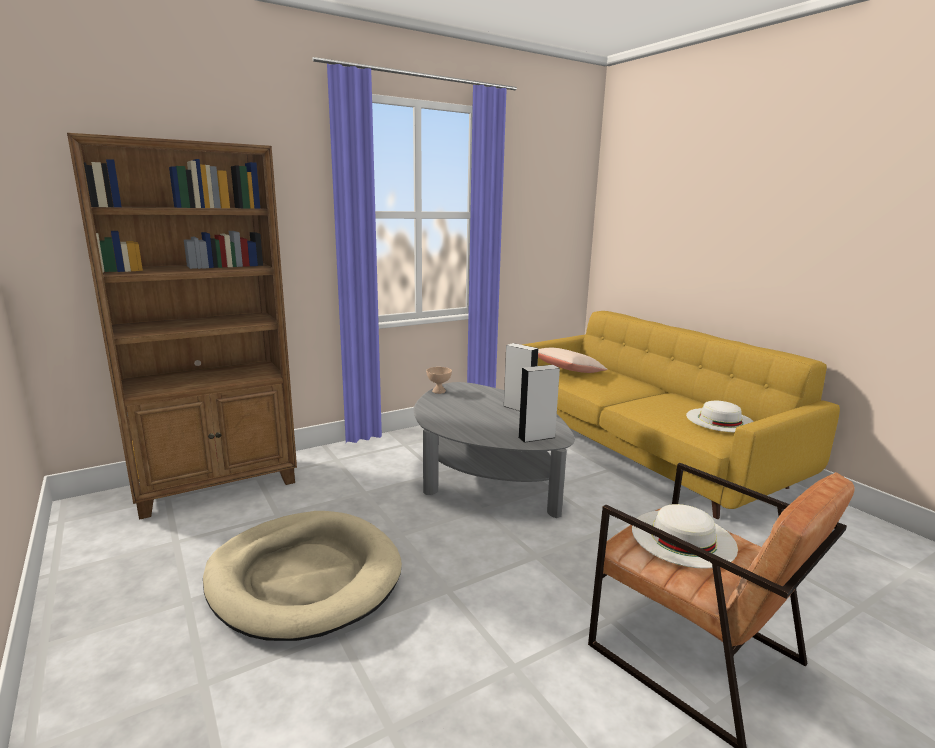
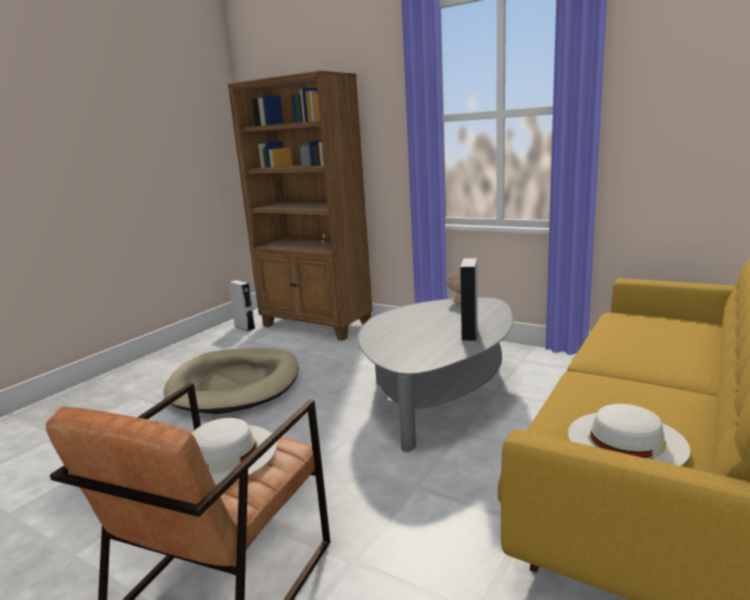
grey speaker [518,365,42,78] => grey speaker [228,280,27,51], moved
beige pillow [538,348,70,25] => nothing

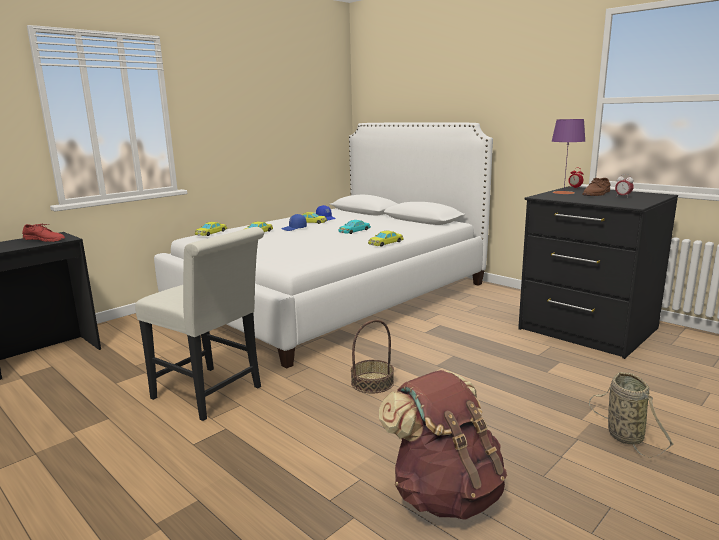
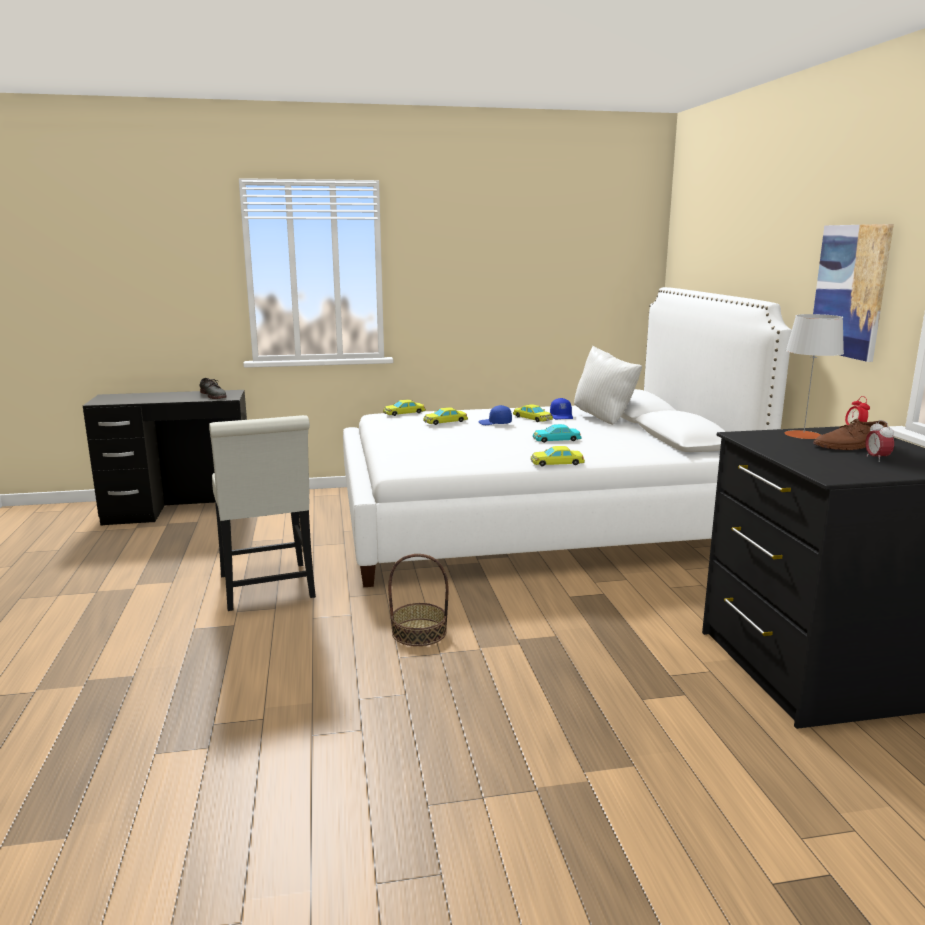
red shoe [22,224,43,18] => grey shoe [200,378,27,21]
brown backpack [379,370,128,150] => nothing
purple table lamp [552,119,33,75] => grey table lamp [785,314,59,125]
basket [589,372,85,86] => nothing
nothing => white pillow [574,346,68,79]
nothing => picture [813,224,81,138]

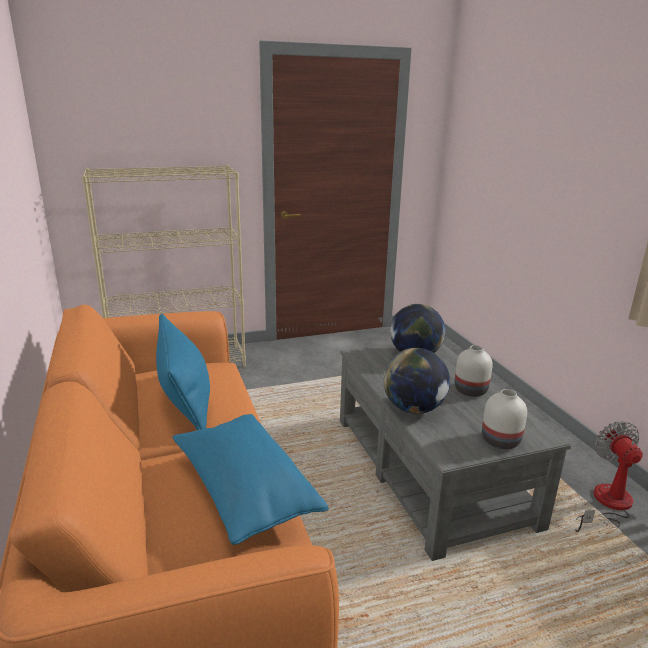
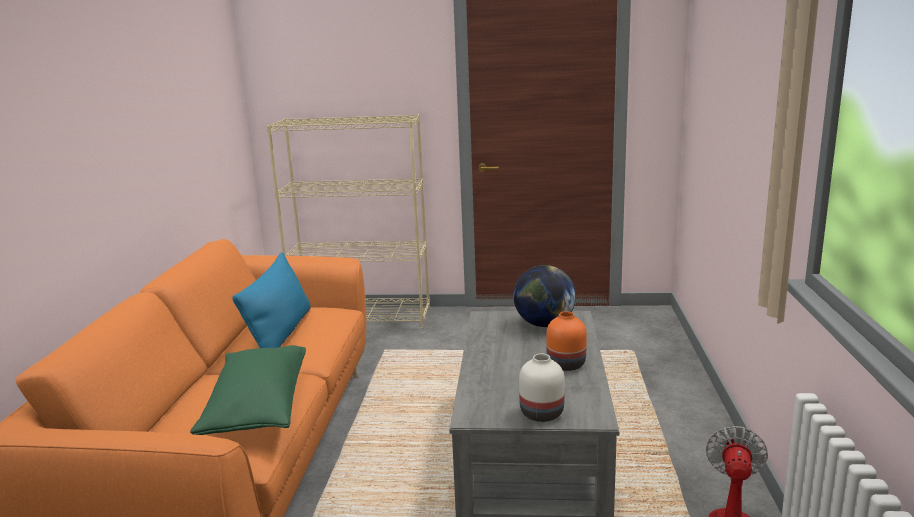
blue pillow [172,414,157,131] => green pillow [190,345,116,90]
globe [383,348,67,66] => nothing
white vase [455,345,38,52] => orange vase [546,311,41,60]

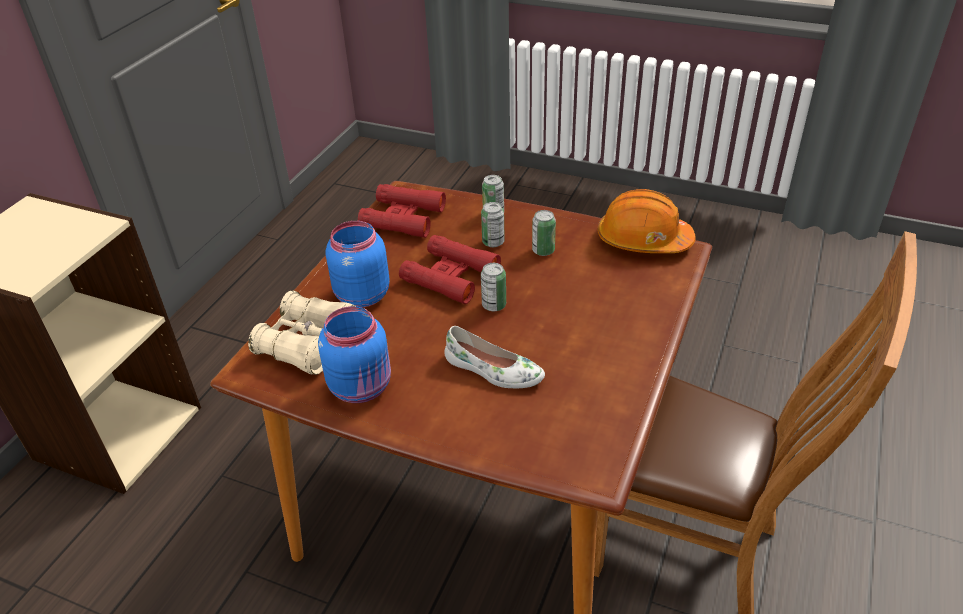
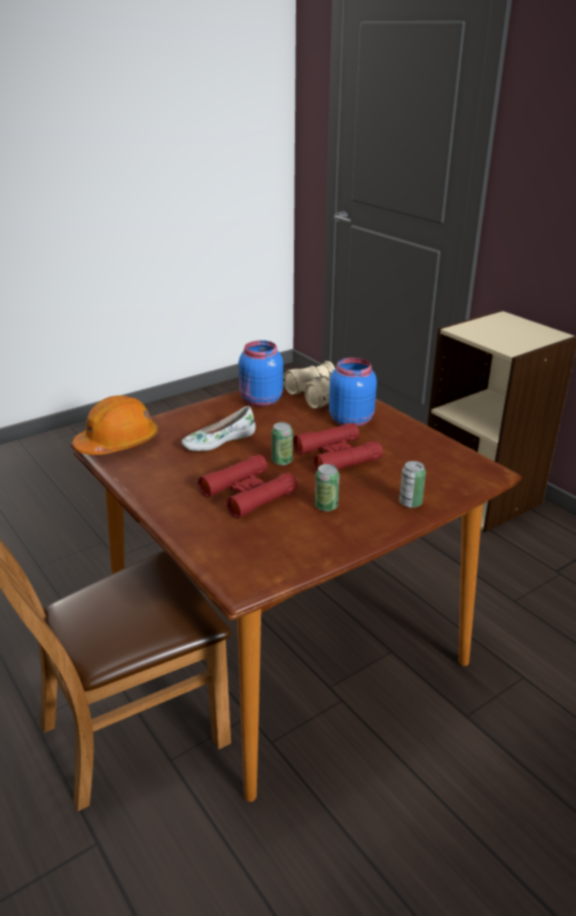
red binoculars [358,184,88,54] => red binoculars [198,454,100,65], moved
can [481,202,24,45] => nothing
orange hard hat [598,189,98,64] => orange hard hat [73,395,85,60], moved

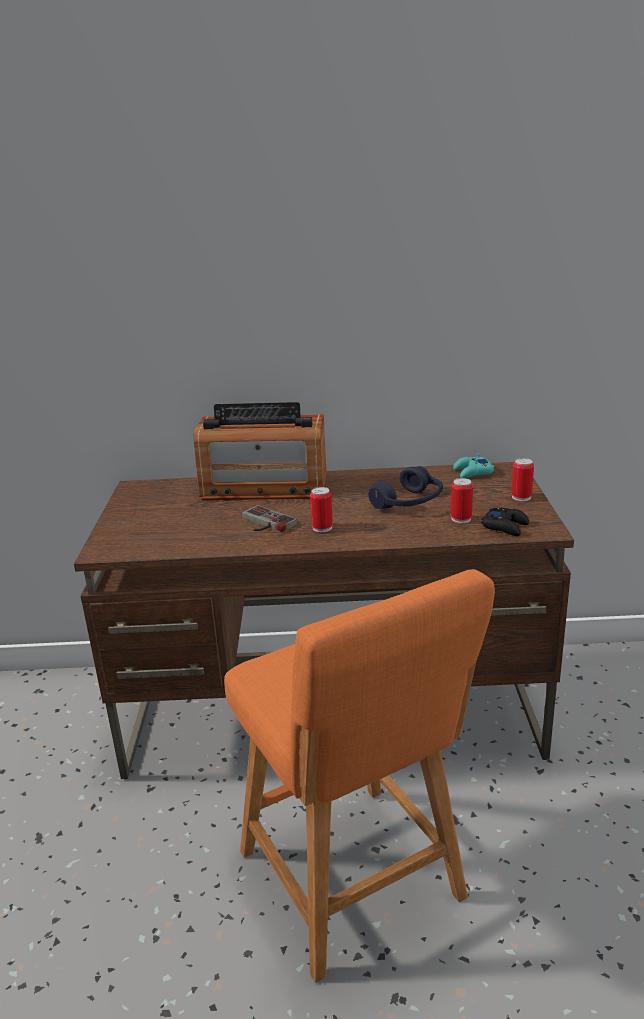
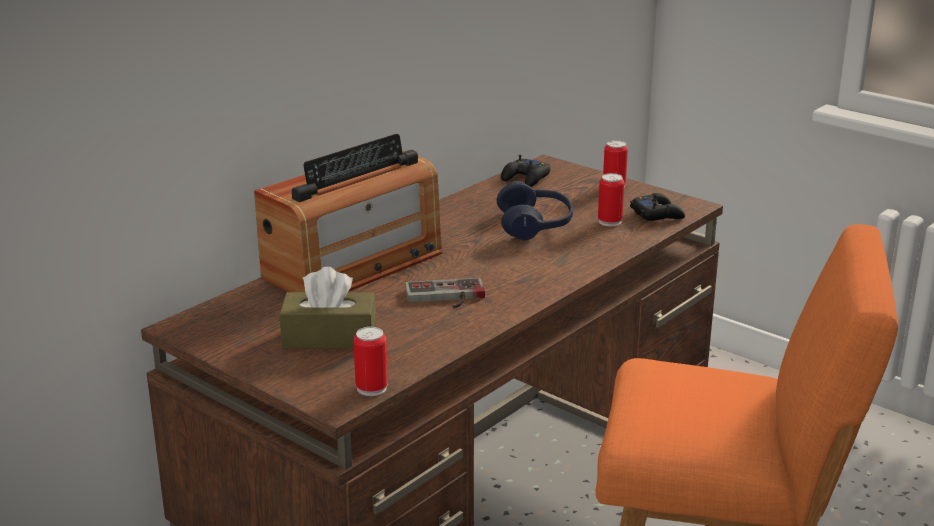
can [310,487,23,45] => can [354,327,34,69], moved
turquoise game controller [453,453,41,25] => black game controller [501,155,49,32]
nothing => brown tissue box [279,267,97,82]

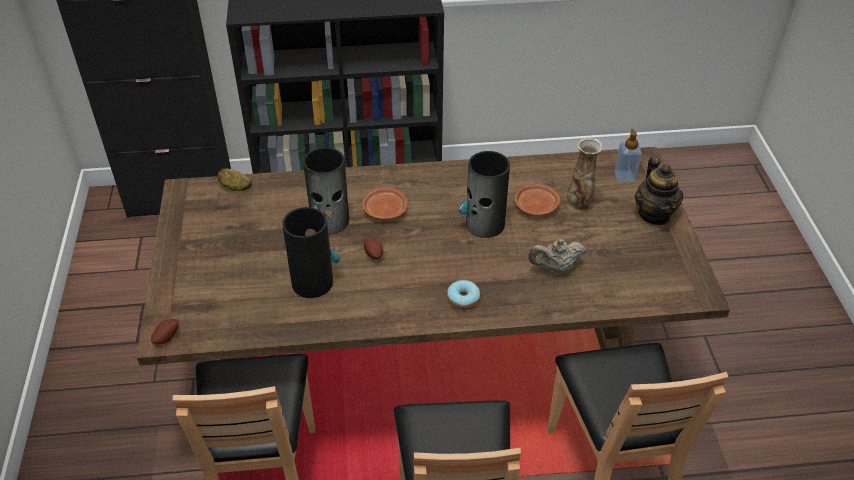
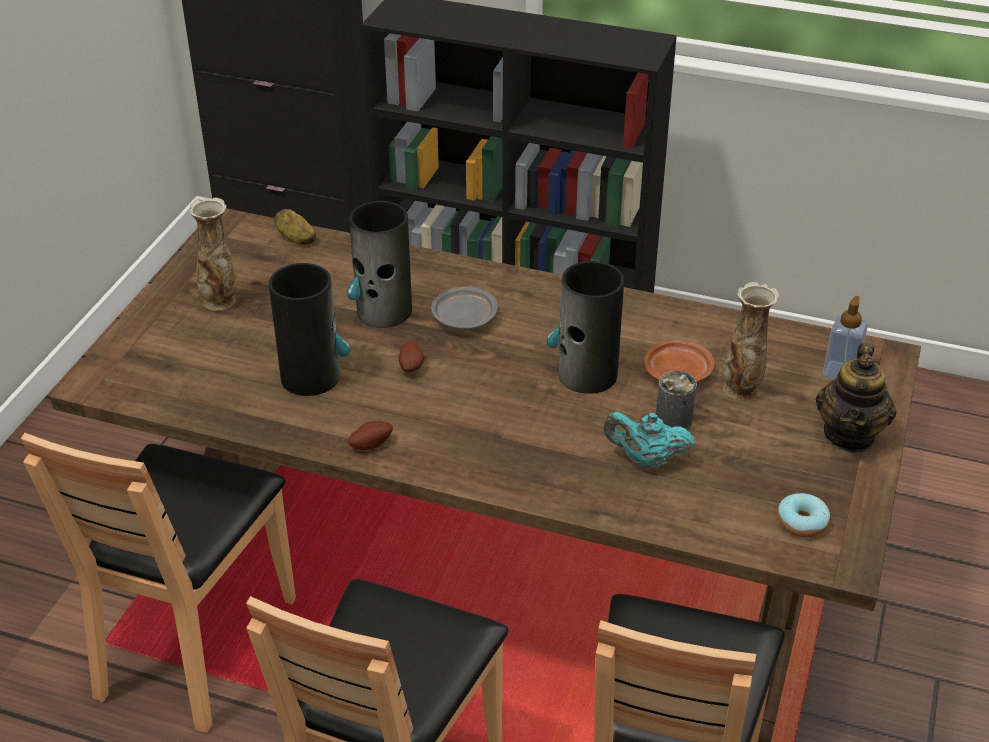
potato [151,319,28,25] => potato [348,421,45,29], moved
brown plate [362,187,46,32] => grey plate [431,286,67,43]
donut [447,280,33,29] => donut [777,493,53,44], moved
beige teapot [528,239,58,35] => turquoise teapot [604,412,91,57]
nothing => vase [189,197,47,114]
nothing => can [656,371,41,59]

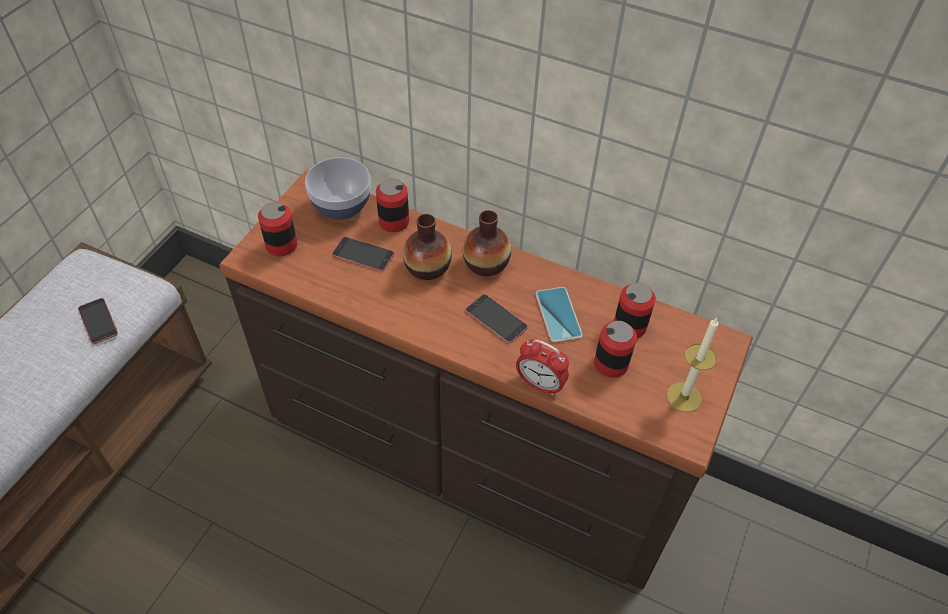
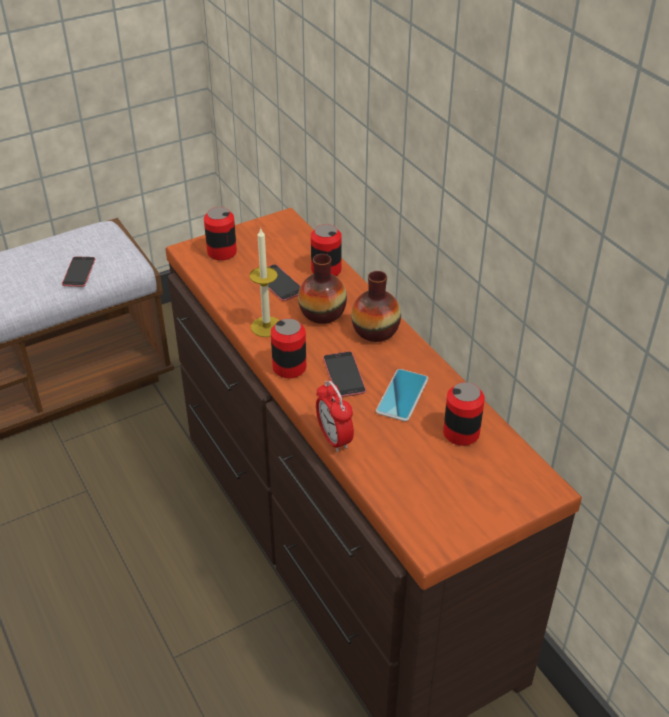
bowl [305,158,66,62] => nothing
can [594,321,43,57] => can [271,318,35,60], moved
candle [666,317,52,95] => candle [249,229,31,108], moved

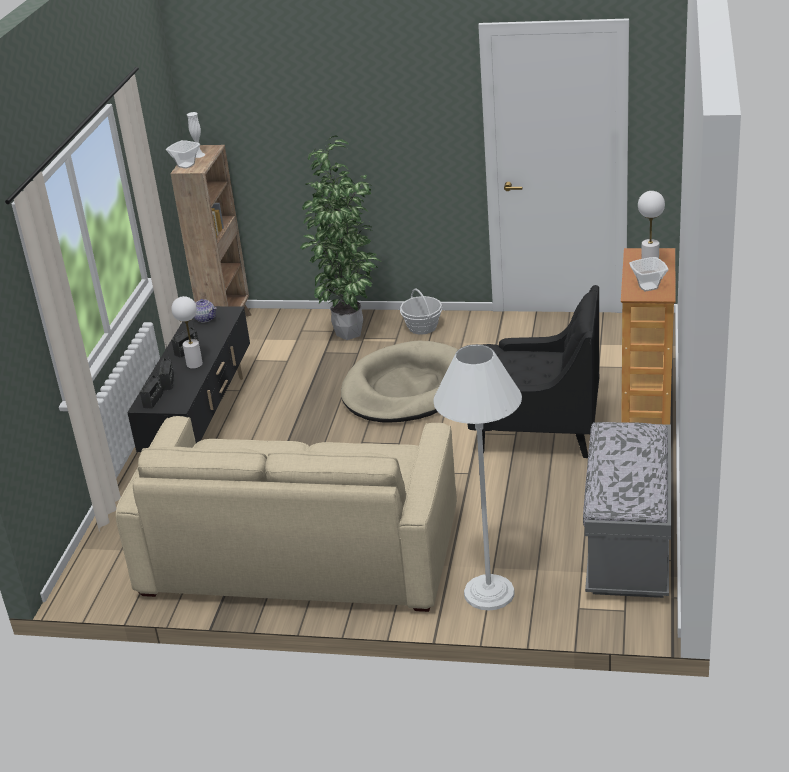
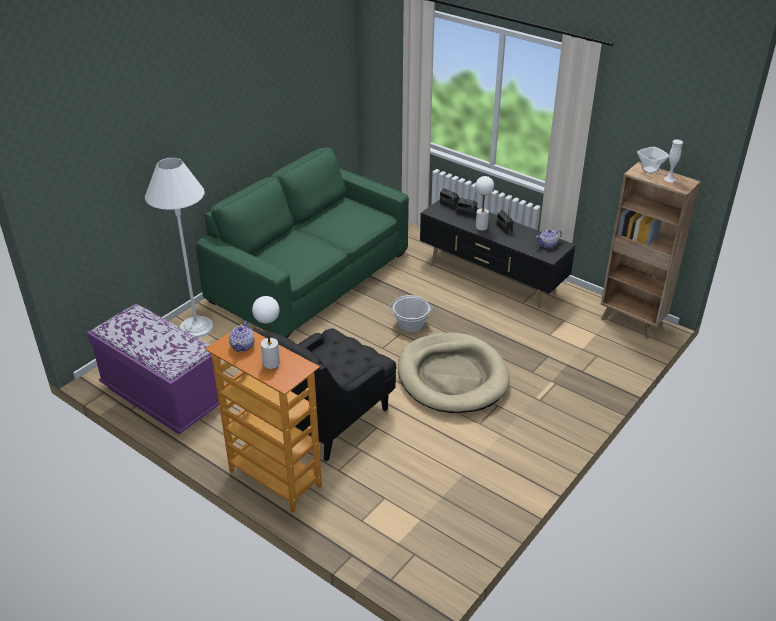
beige sofa [116,416,341,196] => green sofa [196,147,213,191]
potted plant [300,135,81,205] => nothing
basket [400,288,42,47] => basket [390,295,43,38], moved
grey bench [583,422,88,176] => purple bench [87,304,132,130]
bowl [629,257,40,34] => teapot [229,321,26,31]

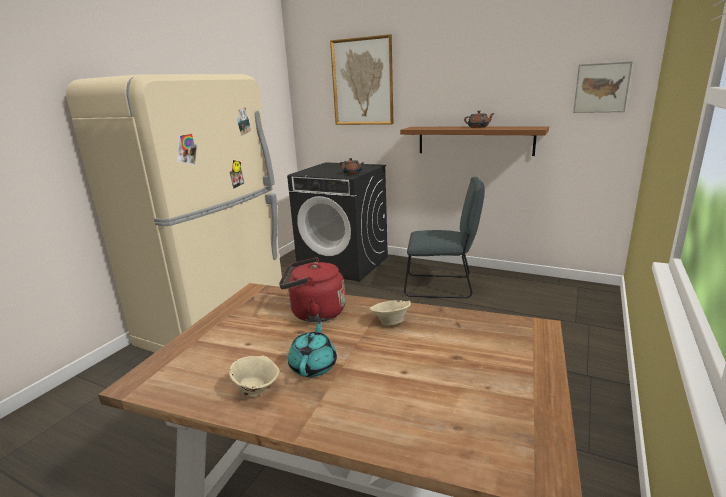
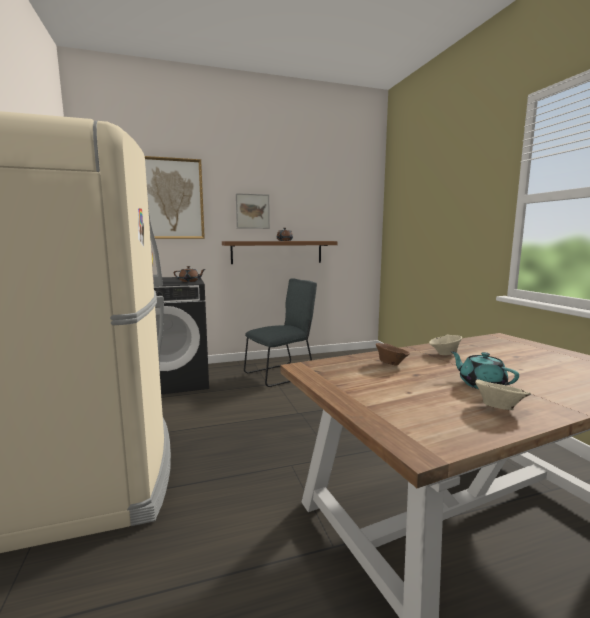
red kettle [279,257,66,65] => brown bowl [376,343,34,23]
picture [573,61,60,52] => picture [236,193,34,36], moved

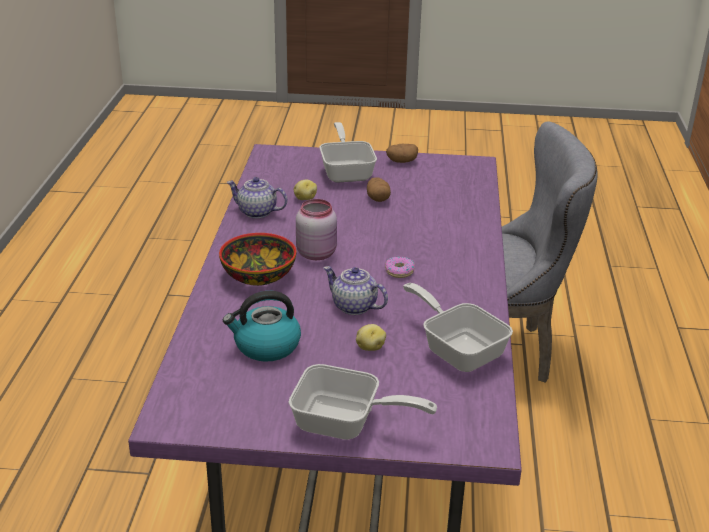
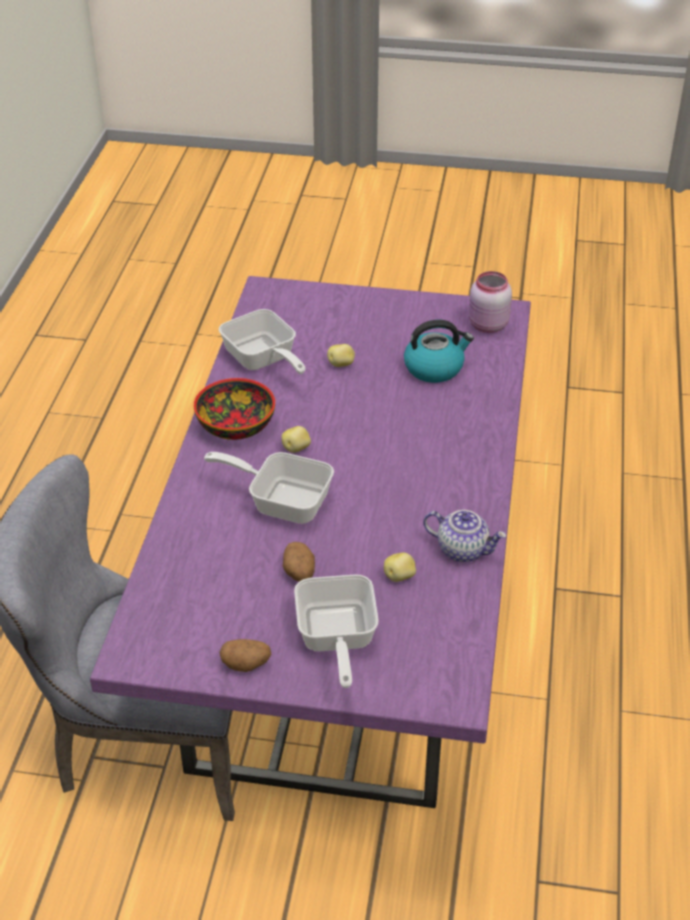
bowl [219,233,77,53] => bowl [194,378,81,62], moved
frying pan [288,364,149,76] => frying pan [204,452,130,72], moved
pink jar [296,199,41,61] => pink jar [469,271,43,62], moved
teapot [323,266,65,49] => nothing
donut [385,256,30,22] => potato [281,426,30,27]

